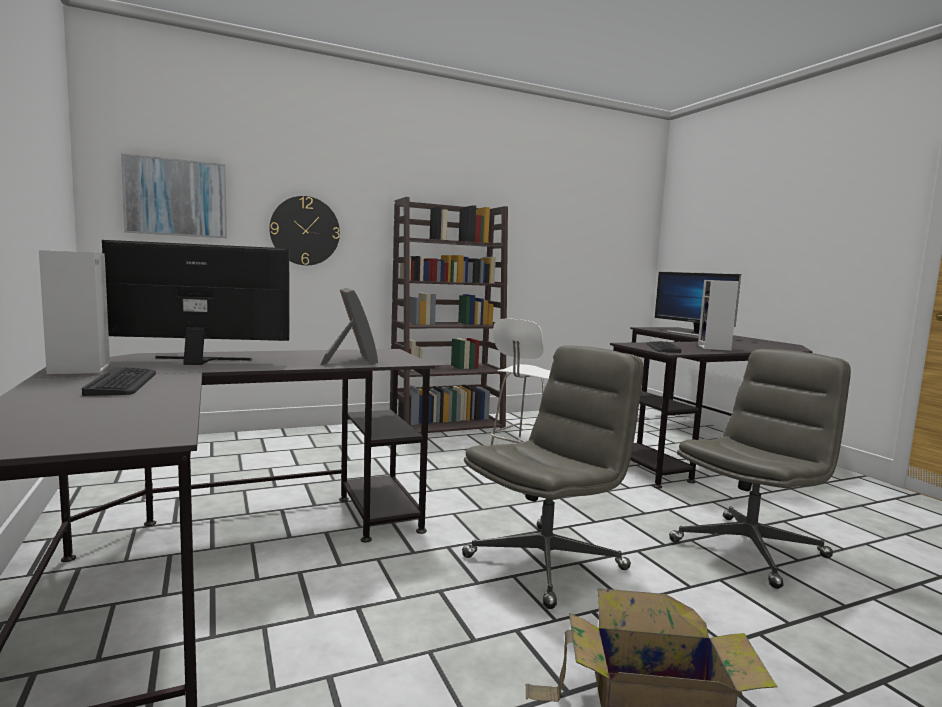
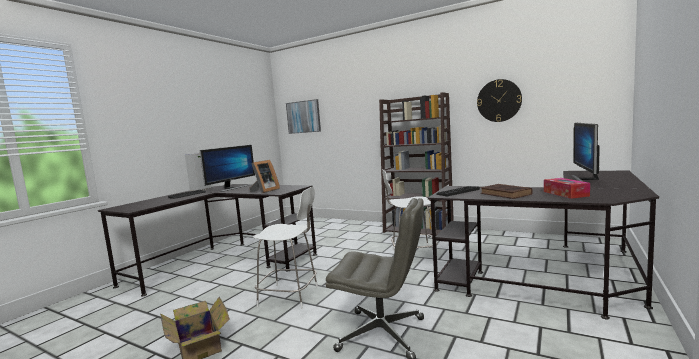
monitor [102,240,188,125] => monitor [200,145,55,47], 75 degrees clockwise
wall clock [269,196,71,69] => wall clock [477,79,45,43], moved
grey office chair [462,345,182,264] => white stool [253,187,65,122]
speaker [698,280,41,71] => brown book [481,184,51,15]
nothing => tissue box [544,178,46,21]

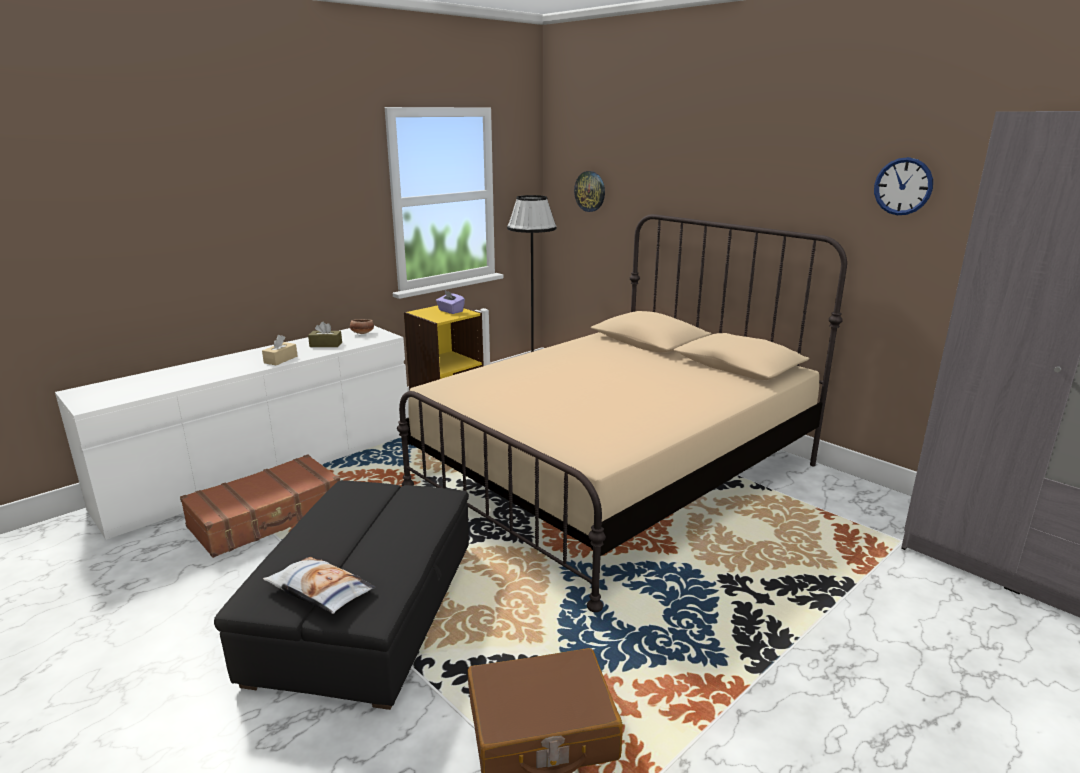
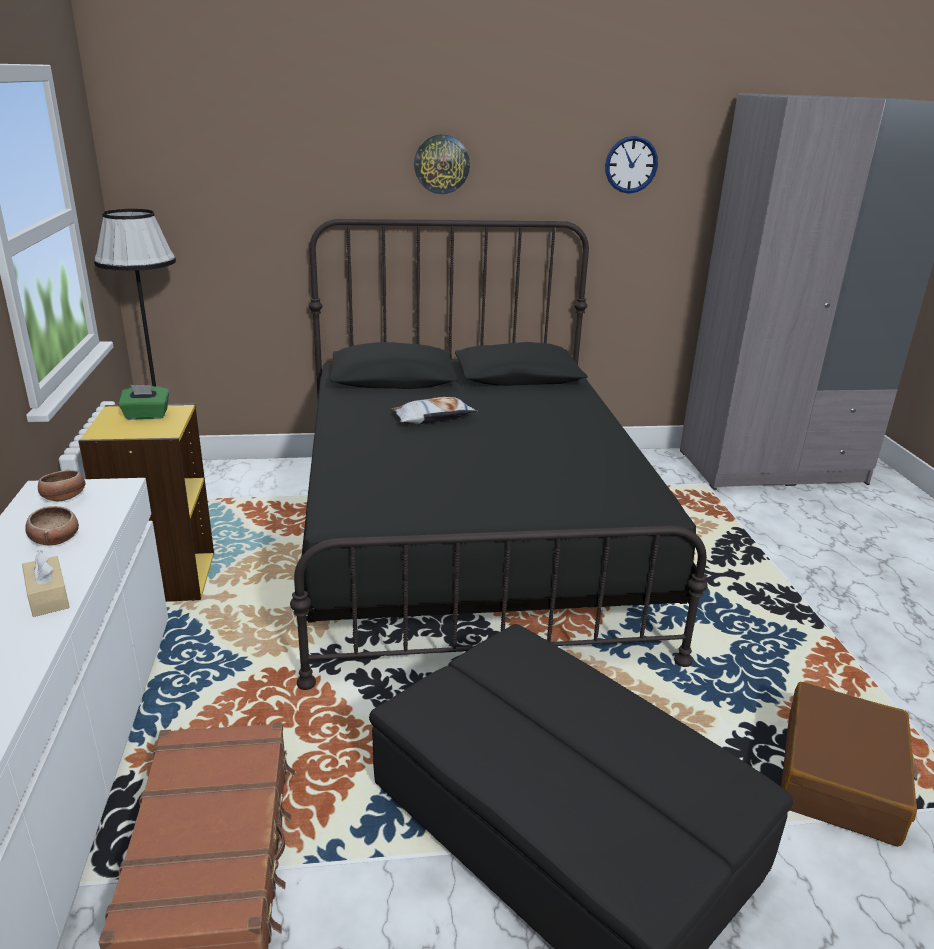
pillow [263,557,112,57] => pillow [390,397,88,27], moved
brown tissue box [308,322,34,25] => bowl [26,506,53,39]
beige bed [397,214,450,398] => black bed [290,219,418,471]
purple tissue box [436,290,29,24] => green tissue box [119,385,50,35]
wall clock [574,171,31,41] => wall clock [414,134,56,60], moved

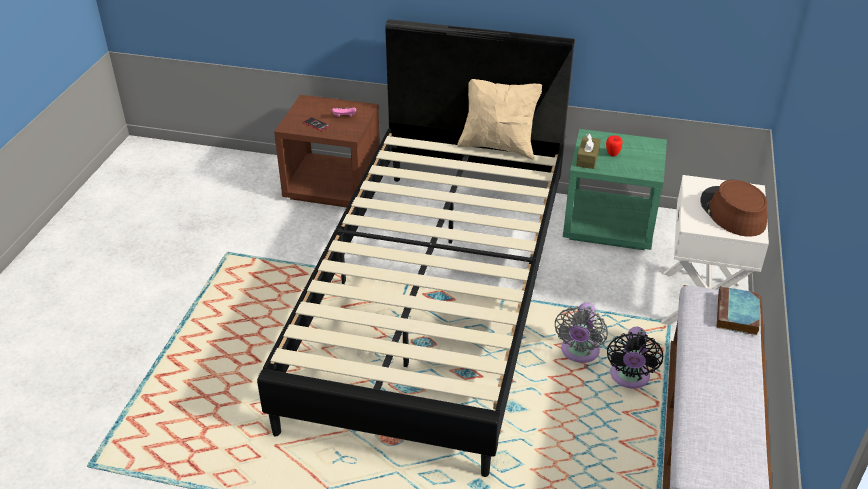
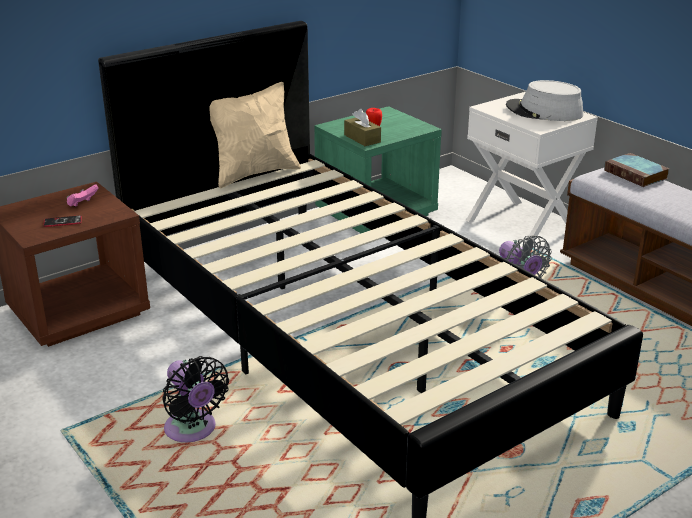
black fan [607,327,56,61] => black fan [162,356,67,86], moved
brown hat [700,180,67,57] => grey hat [506,80,77,41]

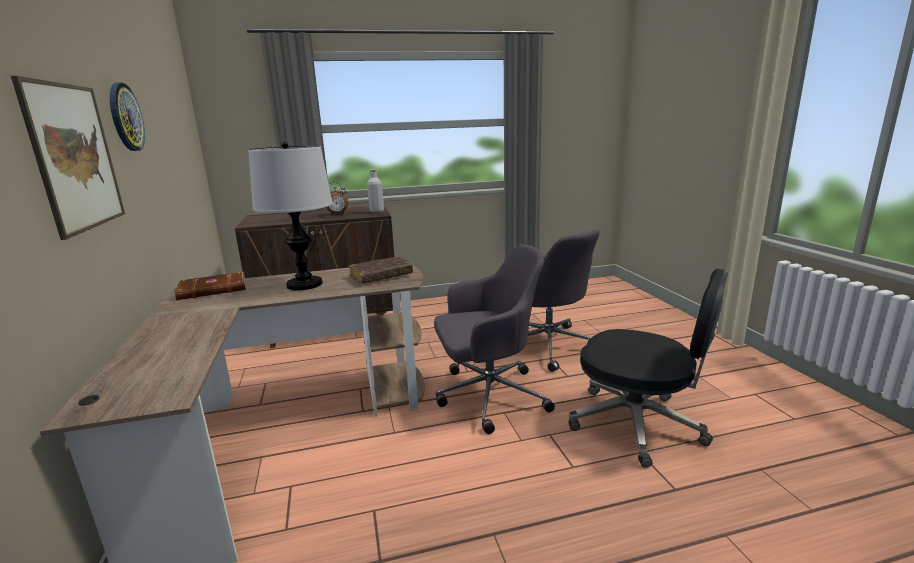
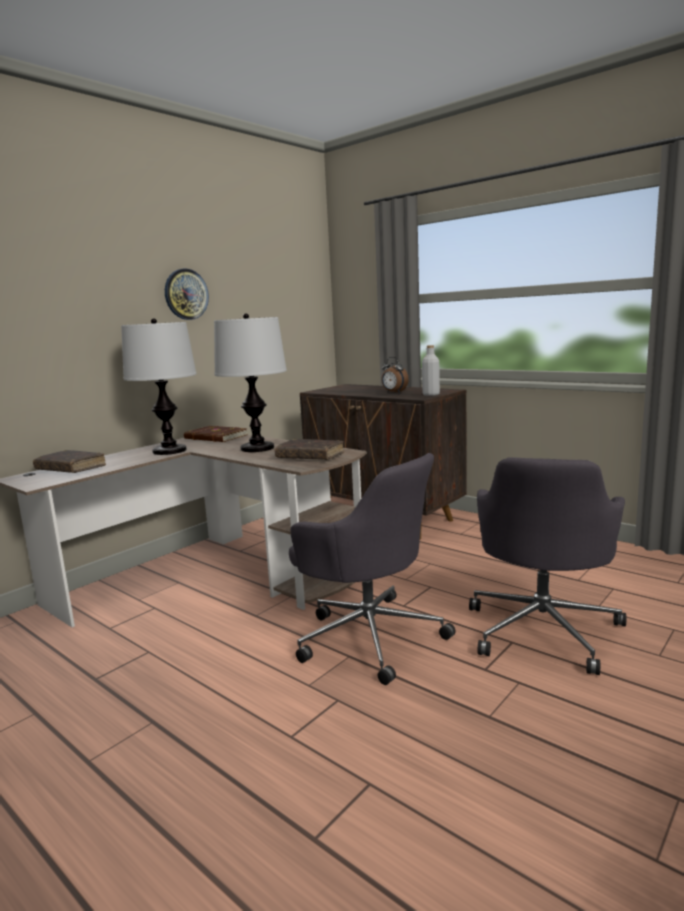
picture [11,76,114,164] => nothing
black office chair [568,269,160,199] => nothing
nothing => brown book [33,450,73,23]
nothing => table lamp [121,318,76,137]

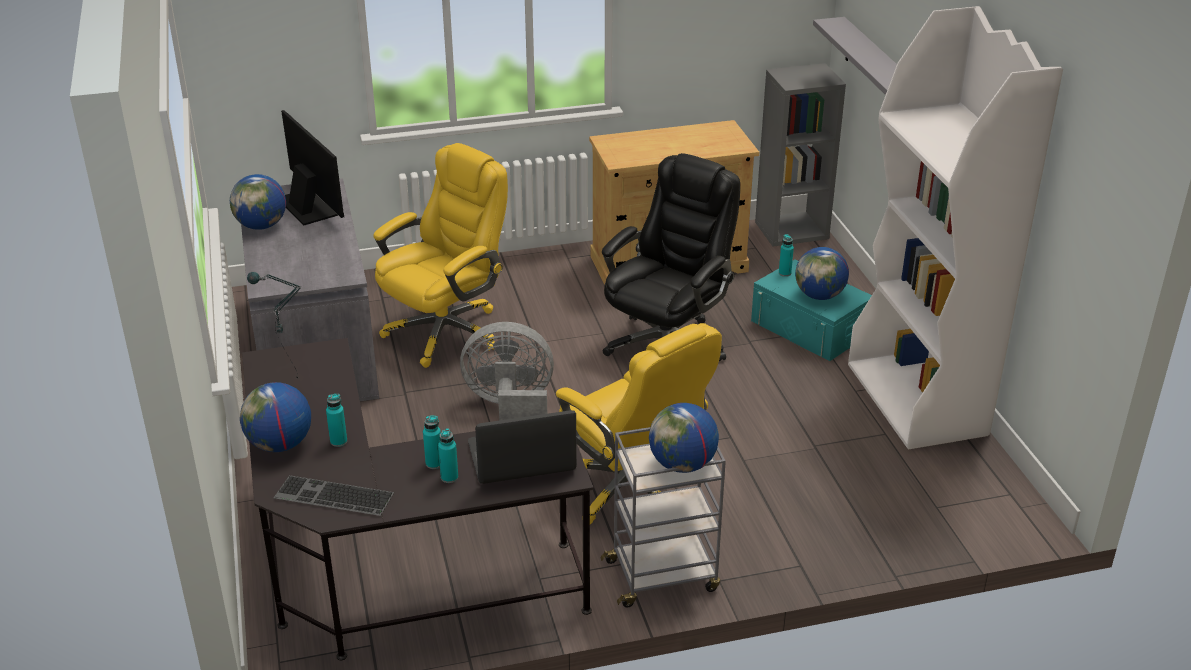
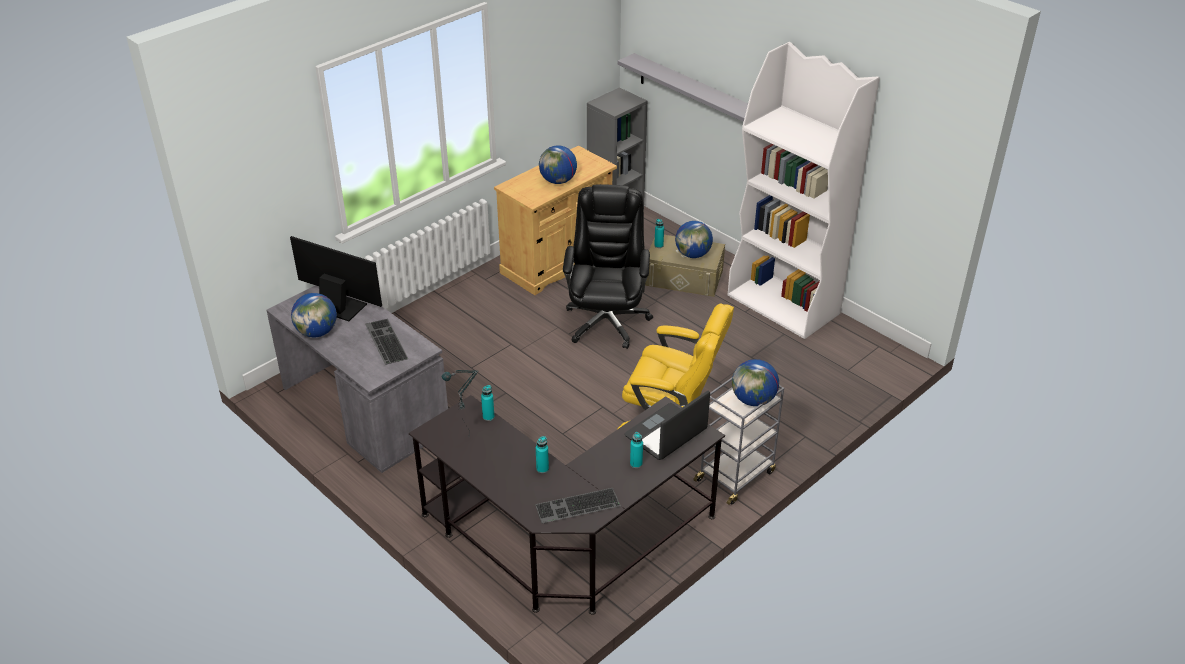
globe [240,382,71,70] => globe [539,145,38,39], moved
yellow office chair [373,143,135,225] => nothing
turquoise bottle [423,416,18,53] => turquoise bottle [481,385,14,36], moved
grey fan [460,322,94,99] => nothing
turquoise storage box [751,260,121,101] => beige storage box [645,235,80,62]
nothing => keyboard [365,319,43,45]

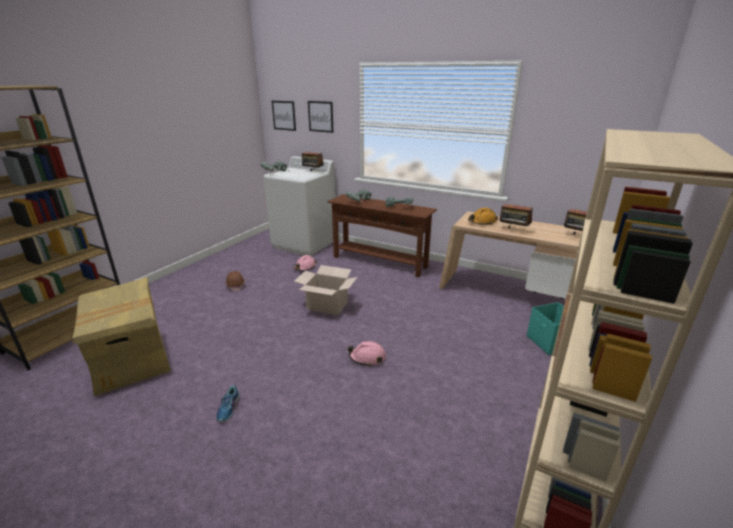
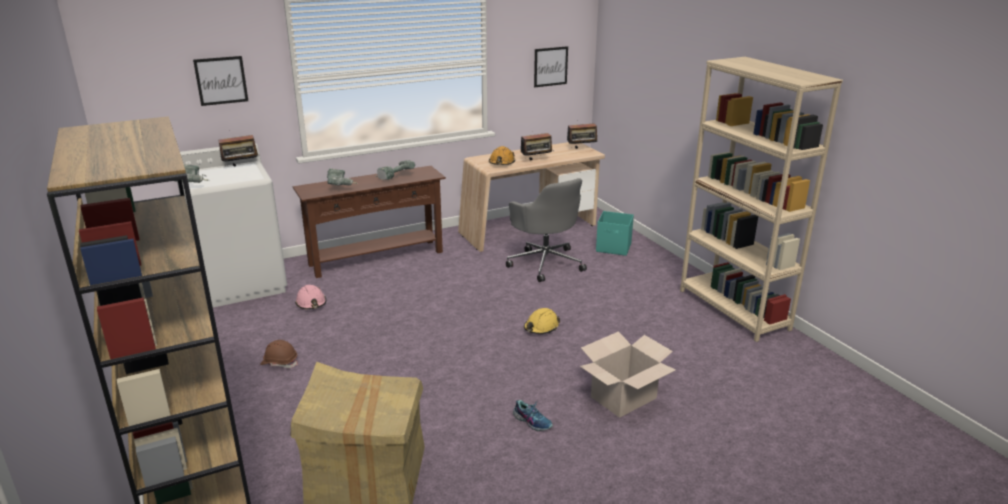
picture [272,101,24,30] => picture [534,46,34,41], moved
cardboard box [294,265,64,50] => cardboard box [580,331,96,87], moved
pink hard hat [348,341,38,26] => yellow hard hat [524,308,36,26]
nothing => grey office chair [506,178,81,104]

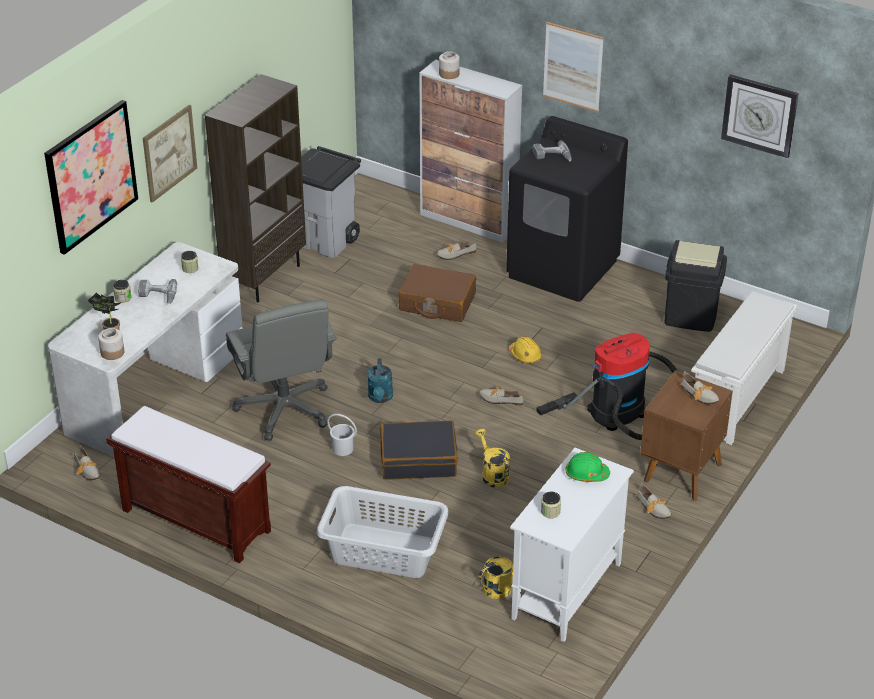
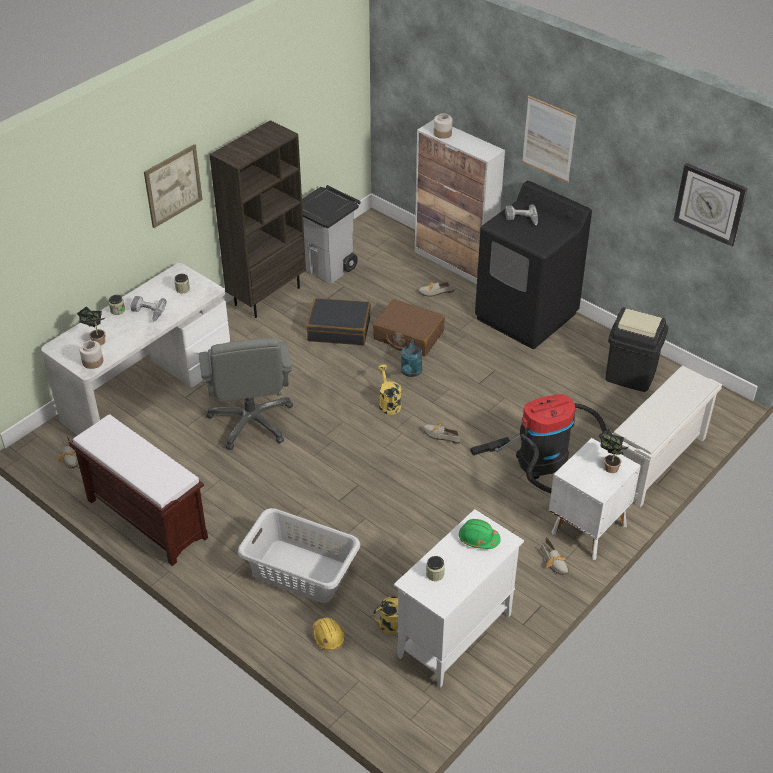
picture [44,100,94,155] => nothing
white bucket [327,414,30,42] => nothing
turquoise watering can [367,358,26,45] => turquoise watering can [401,339,21,38], moved
black suitcase [380,420,77,60] => black suitcase [307,298,64,47], moved
yellow watering can [475,429,35,59] => yellow watering can [378,365,23,50], moved
yellow hard hat [509,337,33,27] => yellow hard hat [312,618,33,33], moved
brown nightstand [640,370,93,131] => white nightstand [549,438,92,122]
shoe [680,371,40,33] => potted plant [598,429,30,44]

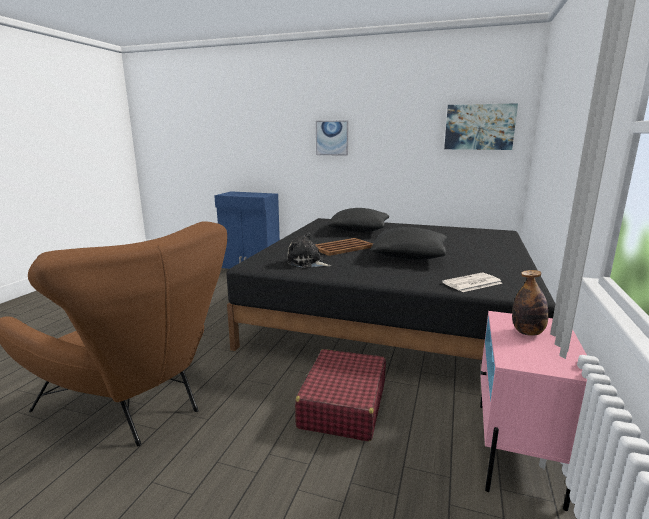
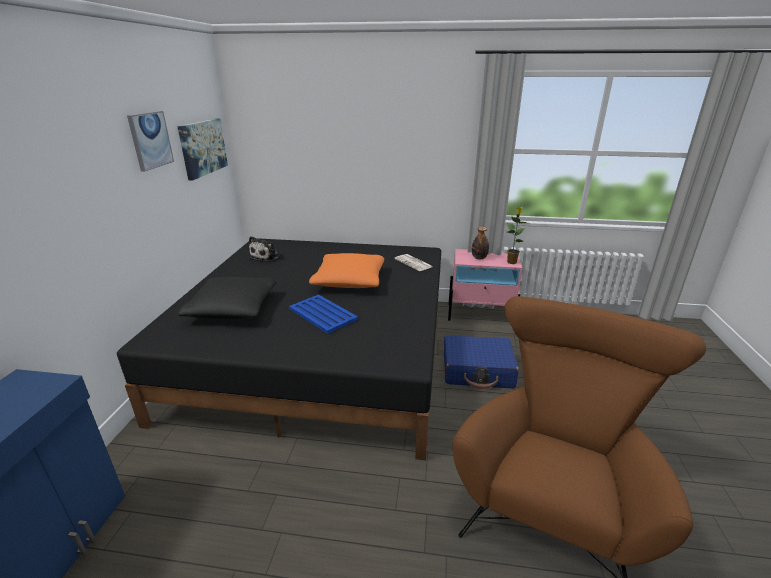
plush toy [286,232,45,36] => plush toy [249,236,31,25], moved
red suitcase [295,349,91,92] => blue suitcase [444,335,75,54]
picture [316,121,33,35] => picture [127,111,47,61], moved
brown tray [316,238,57,18] => blue tray [289,294,69,40]
black pillow [371,227,76,33] => orange pillow [309,253,75,35]
nothing => potted plant [505,207,25,57]

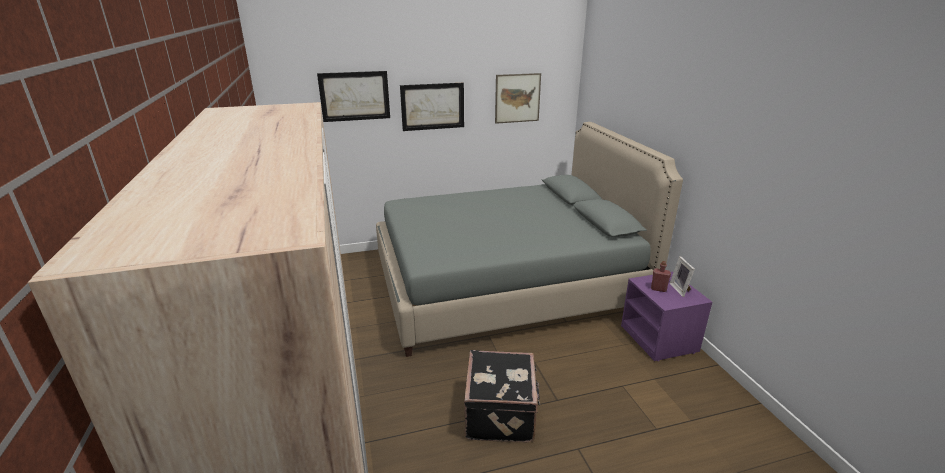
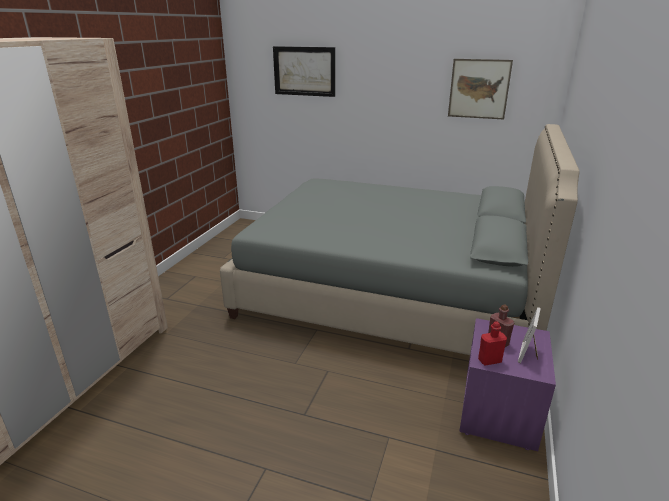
picture [400,83,64,48] => nothing
black suitcase [464,350,76,92] => nothing
nothing => red bottle [478,321,29,45]

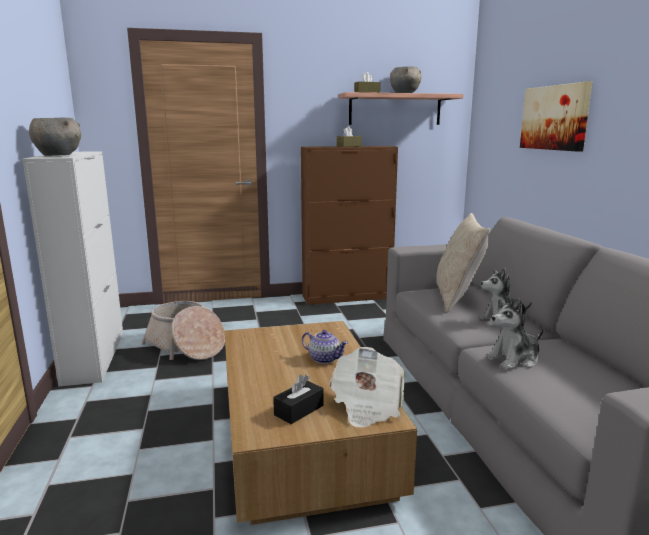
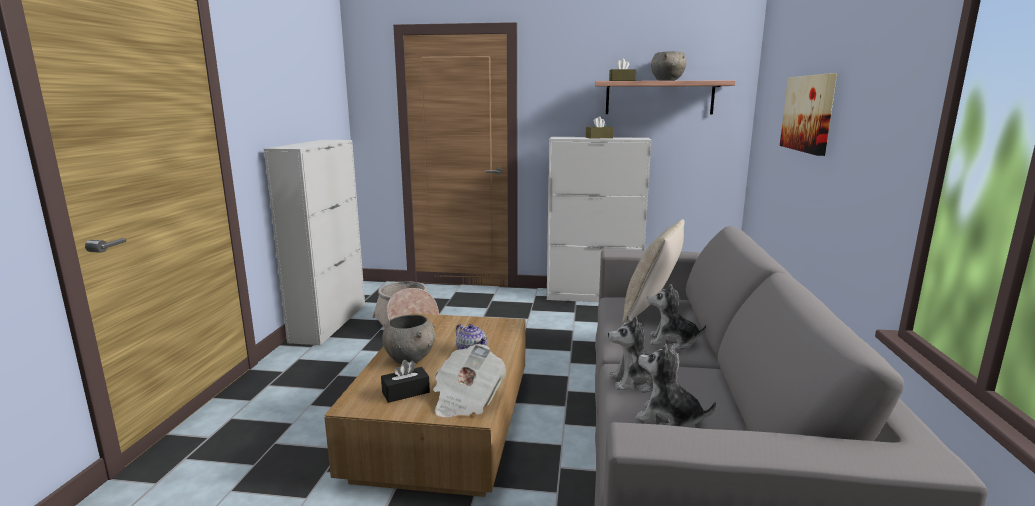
grey bowl [29,118,52,38] => grey bowl [382,315,53,49], moved
brown cabinet [301,146,97,159] => white cabinet [547,137,104,165]
nothing => plush toy [636,343,80,84]

